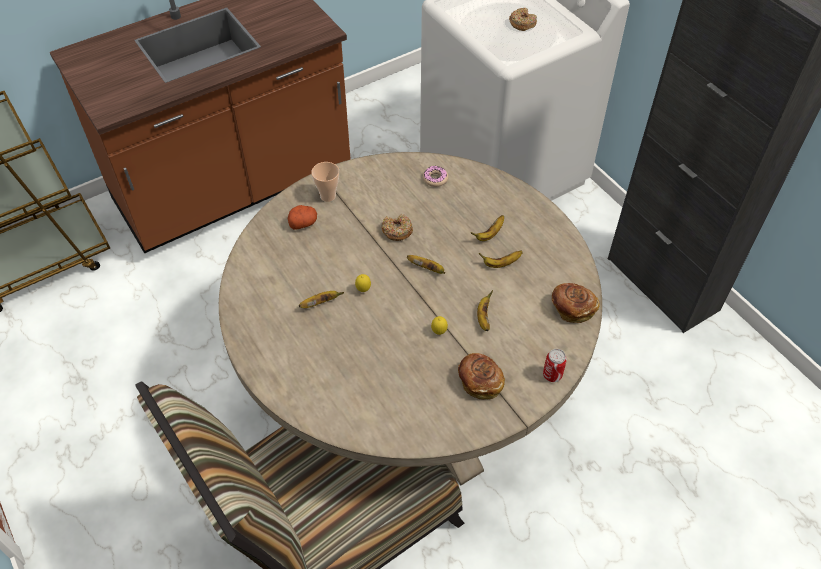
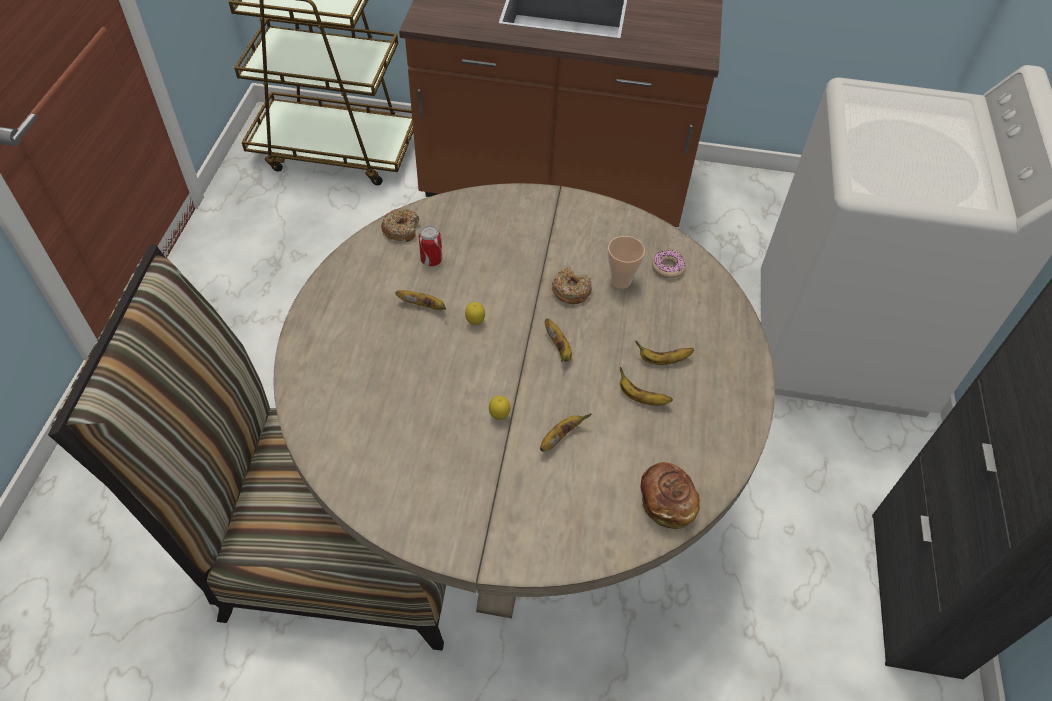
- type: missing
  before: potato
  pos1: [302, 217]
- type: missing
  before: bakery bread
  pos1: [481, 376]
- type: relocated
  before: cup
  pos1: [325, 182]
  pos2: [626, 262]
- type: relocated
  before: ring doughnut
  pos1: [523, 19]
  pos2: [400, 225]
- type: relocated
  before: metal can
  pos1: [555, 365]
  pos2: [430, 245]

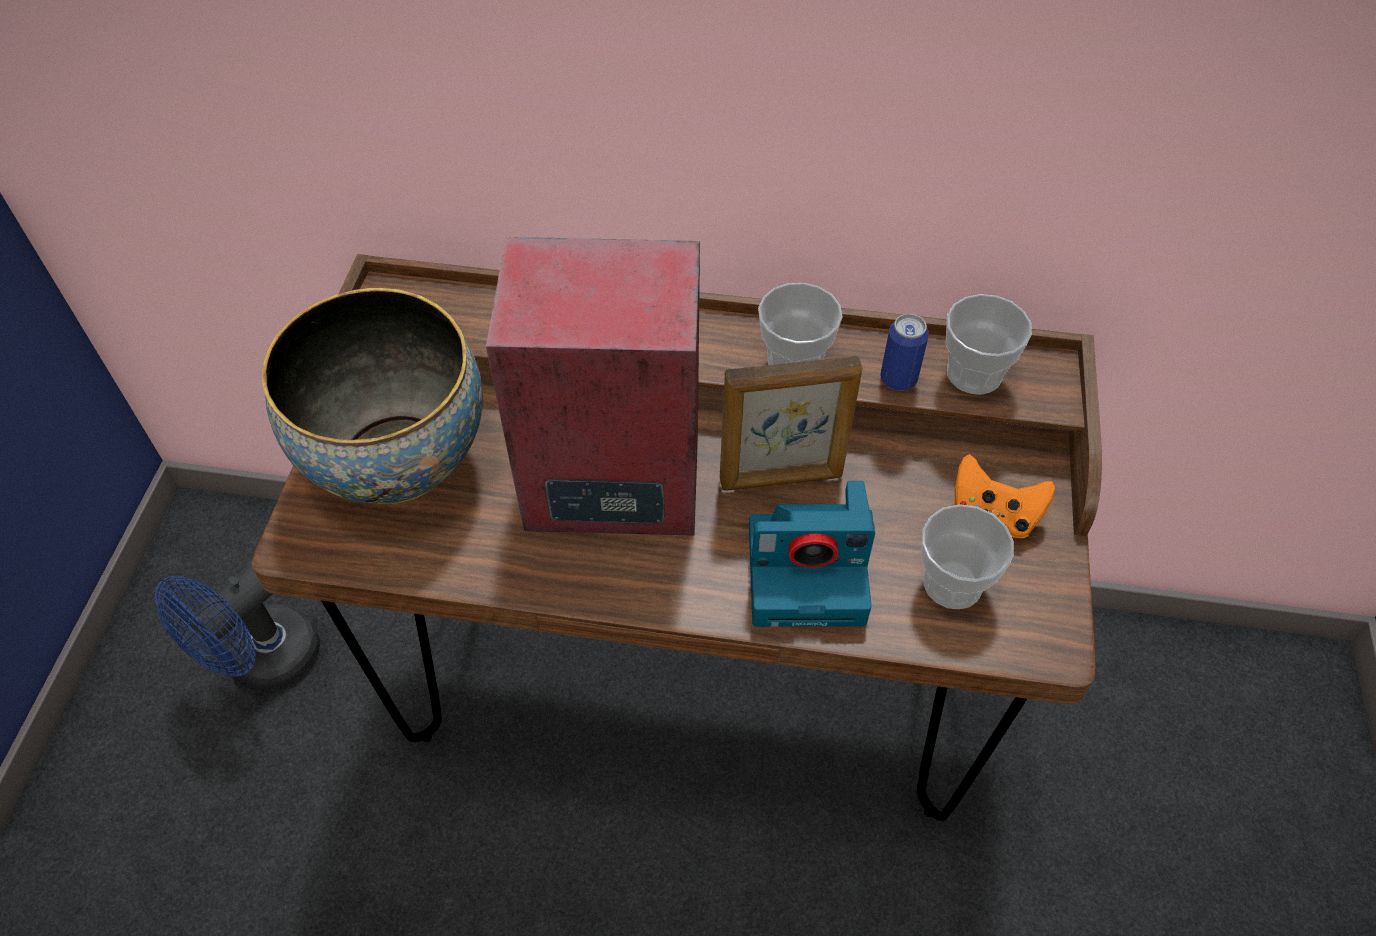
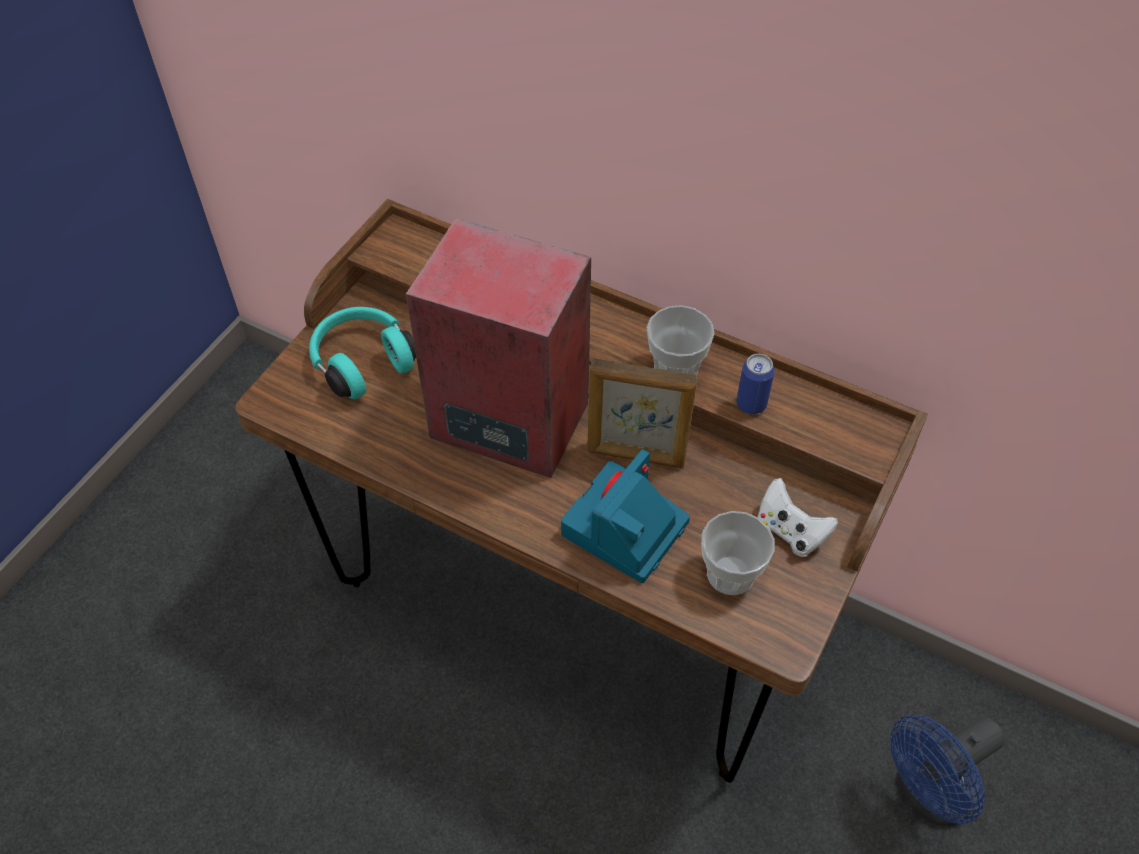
- type: missing
  before: cup
  pos1: [989, 344]
- type: relocated
  before: electric fan (blue-coloured)
  pos1: [237, 627]
  pos2: [947, 770]
- type: exchanged
  before: bowl
  after: headphones (turquoise)
  pos1: [372, 396]
  pos2: [362, 353]
- type: colour
  before: joypad (orange)
  after: joypad (white)
  pos1: [1005, 496]
  pos2: [798, 517]
- type: spun
  before: photo camera
  pos1: [812, 554]
  pos2: [625, 516]
  turn: 105

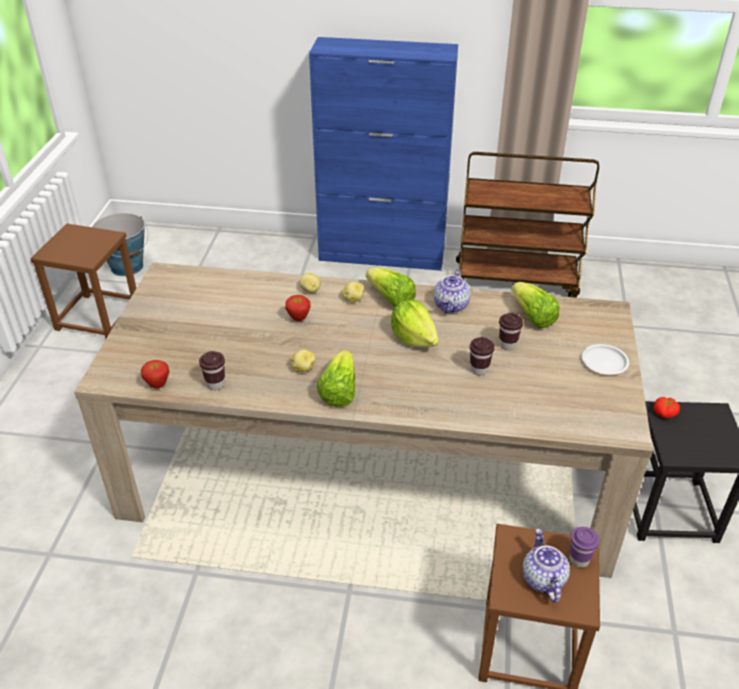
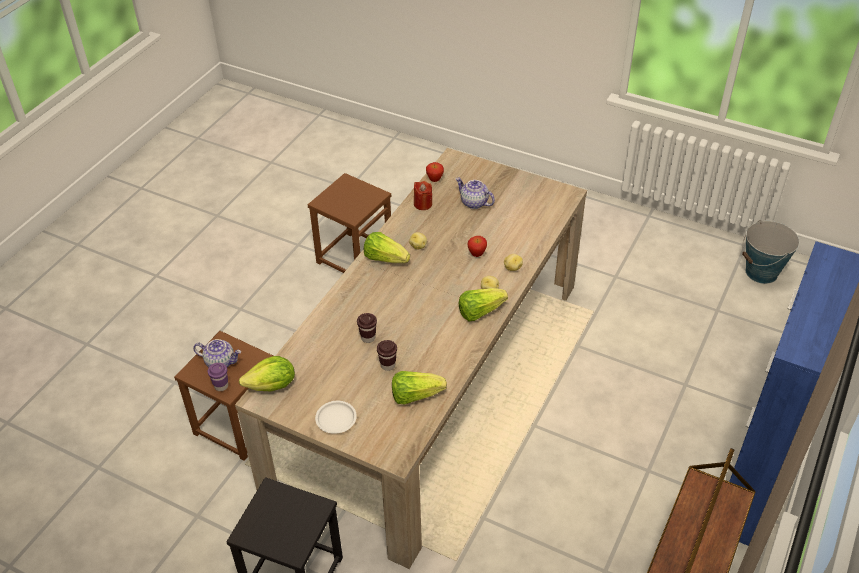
- type: missing
  before: tomato
  pos1: [667, 407]
- type: relocated
  before: stool (brown-coloured)
  pos1: [83, 280]
  pos2: [349, 223]
- type: relocated
  before: head of lettuce
  pos1: [415, 323]
  pos2: [267, 373]
- type: relocated
  before: teapot
  pos1: [452, 291]
  pos2: [475, 193]
- type: exchanged
  before: cup (brown-coloured)
  after: wax candle (red-coloured)
  pos1: [212, 370]
  pos2: [423, 195]

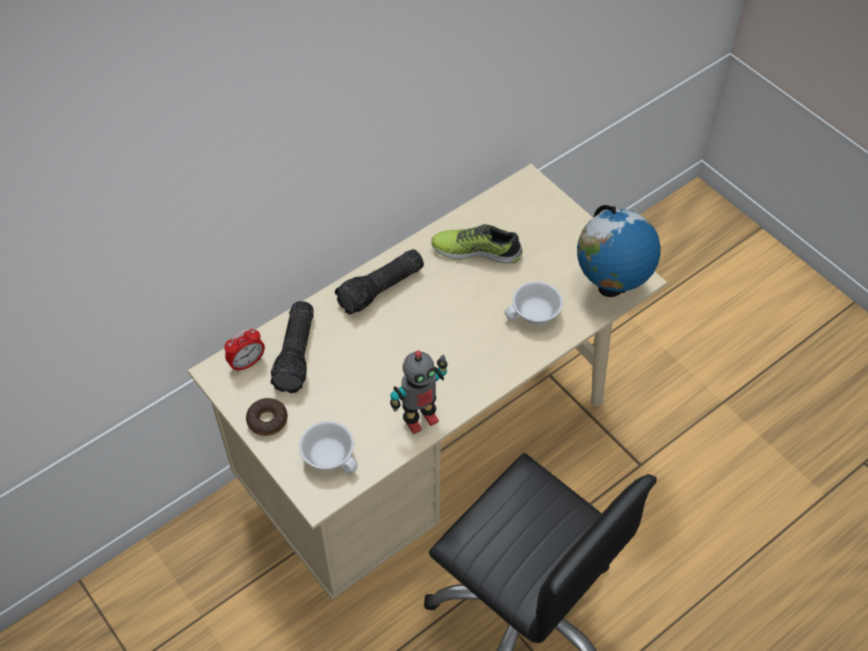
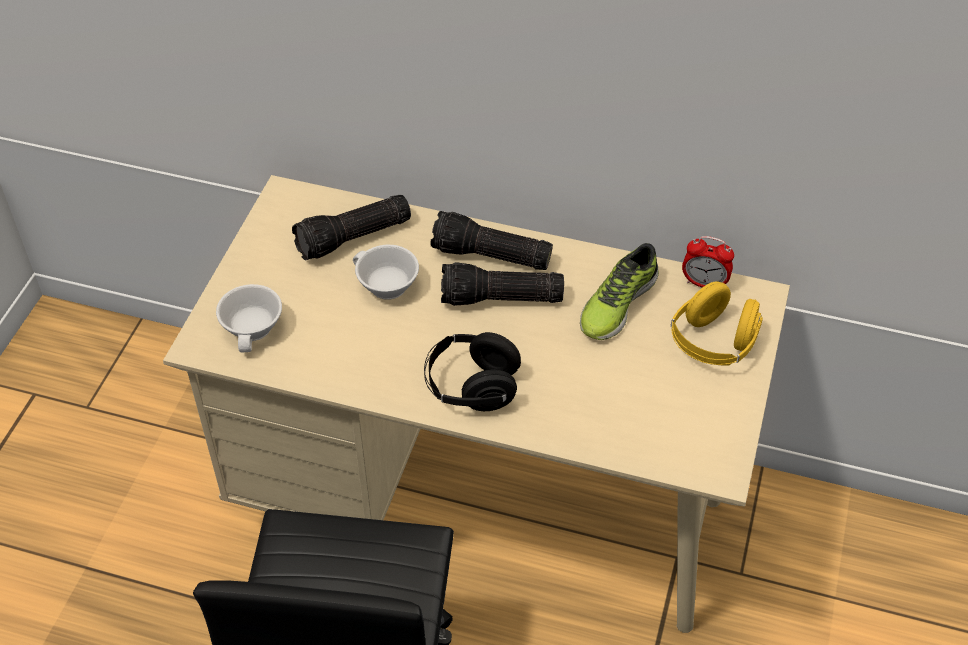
- type: missing
  before: ring doughnut
  pos1: [267, 417]
- type: missing
  before: model robot
  pos1: [419, 392]
- type: missing
  before: desk globe
  pos1: [619, 251]
- type: appeared
  after: headphones (black-coloured)
  pos2: [472, 371]
- type: appeared
  after: hand torch
  pos2: [502, 284]
- type: appeared
  after: headphones (yellowish)
  pos2: [717, 323]
- type: relocated
  before: bedside clock
  pos1: [244, 350]
  pos2: [708, 262]
- type: relocated
  before: cup (white)
  pos1: [533, 303]
  pos2: [386, 272]
- type: spun
  before: shoe
  pos1: [477, 244]
  pos2: [619, 291]
  turn: -120

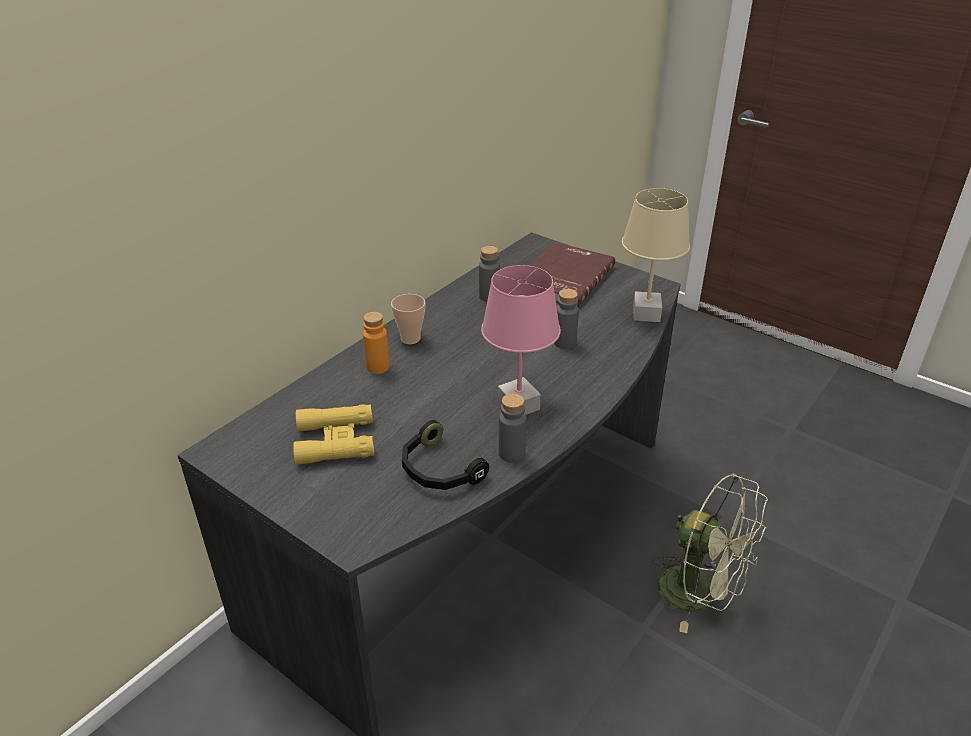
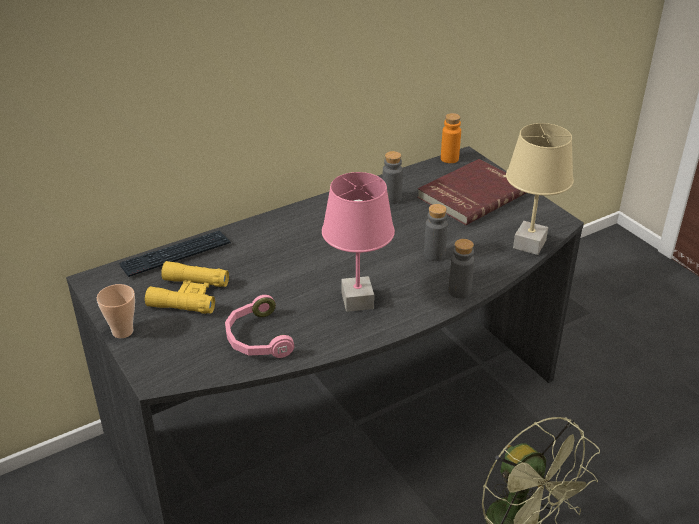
- type: appeared
  after: PC keyboard
  pos2: [175, 254]
- type: relocated
  before: beverage bottle (orange)
  pos1: [376, 343]
  pos2: [451, 138]
- type: relocated
  before: cup
  pos1: [408, 319]
  pos2: [116, 311]
- type: relocated
  before: beverage bottle (gray)
  pos1: [512, 428]
  pos2: [462, 269]
- type: colour
  before: headphones (black-coloured)
  after: headphones (pinkish)
  pos1: [445, 455]
  pos2: [259, 326]

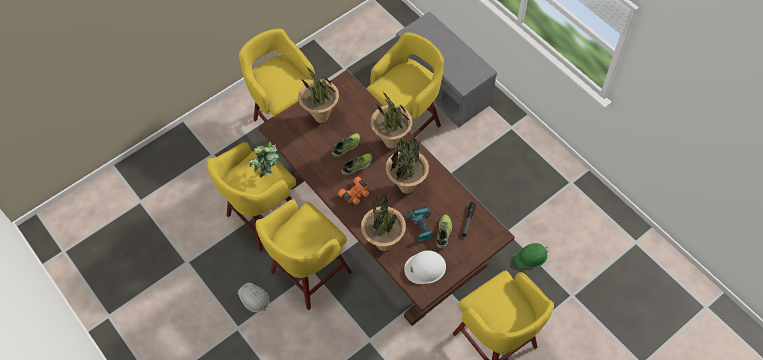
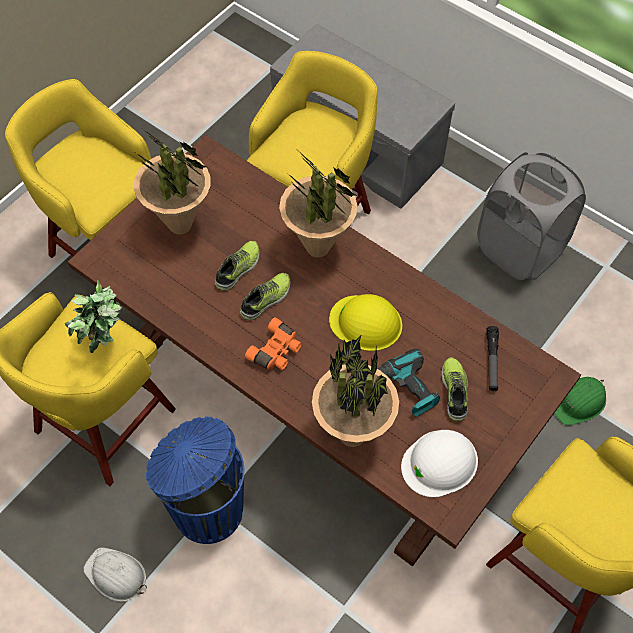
- type: appeared
  after: washing basket (gray)
  pos2: [531, 216]
- type: exchanged
  before: stool (yellowish)
  after: rubbish bin (blue-coloured)
  pos1: [304, 254]
  pos2: [195, 480]
- type: exchanged
  before: plant in a pot
  after: work helmet (yellowish)
  pos1: [407, 165]
  pos2: [365, 322]

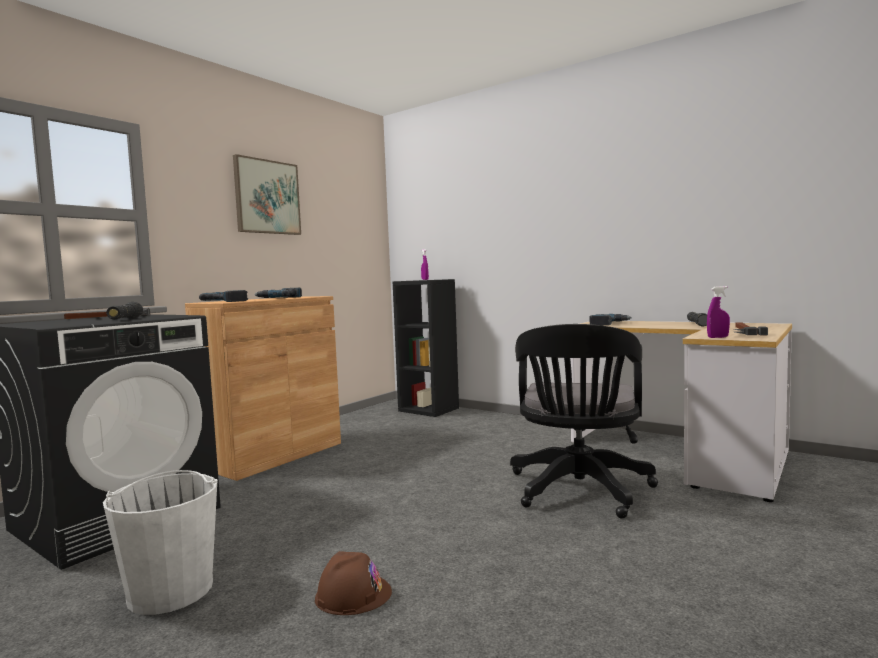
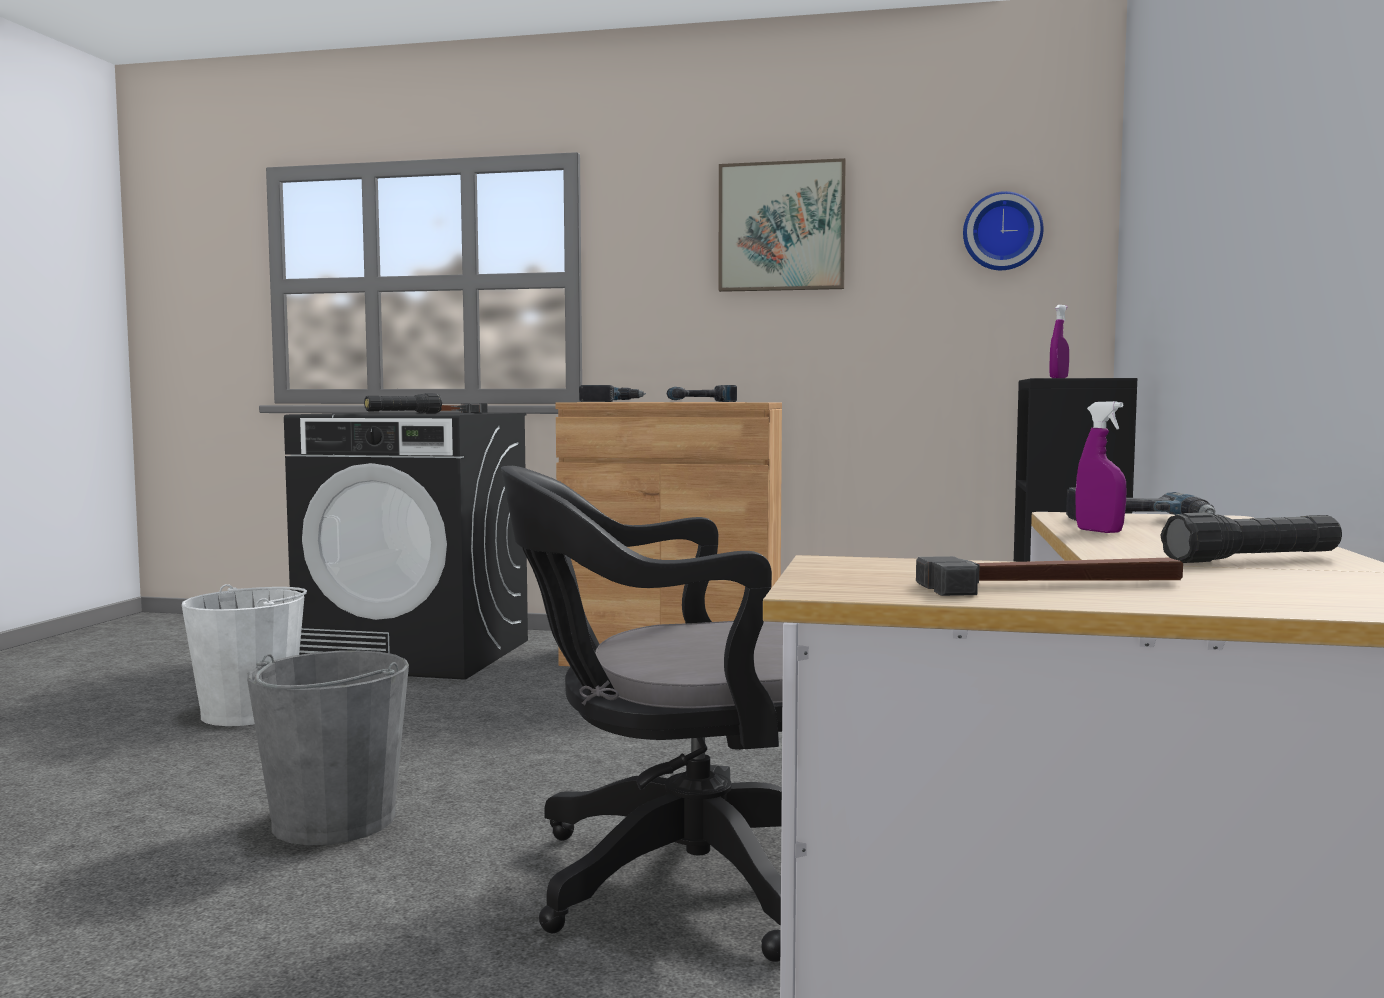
- type: missing
  before: work helmet (brown-coloured)
  pos1: [353, 583]
- type: appeared
  after: water bucket (gray)
  pos2: [328, 747]
- type: appeared
  after: hanging clock
  pos2: [1003, 230]
- type: relocated
  before: sprayer (purplish)
  pos1: [718, 312]
  pos2: [1100, 467]

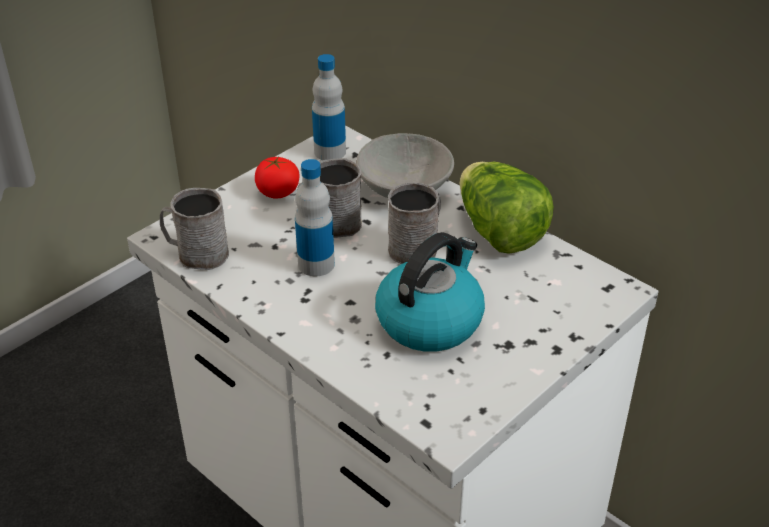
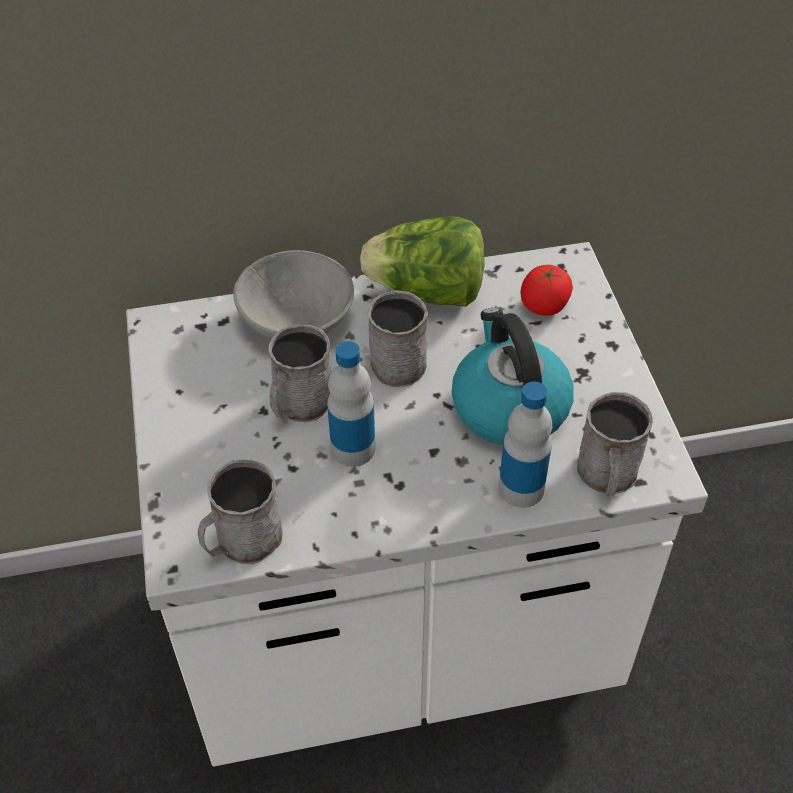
- type: appeared
  after: coffee mug (gray)
  pos2: [615, 444]
- type: relocated
  before: tomato
  pos1: [277, 177]
  pos2: [547, 290]
- type: relocated
  before: beverage bottle
  pos1: [329, 107]
  pos2: [525, 444]

